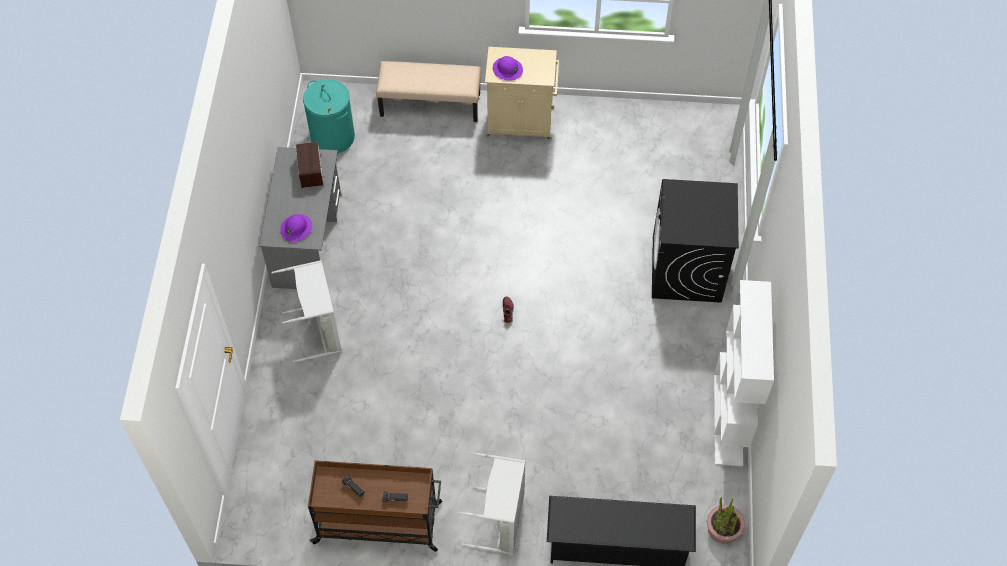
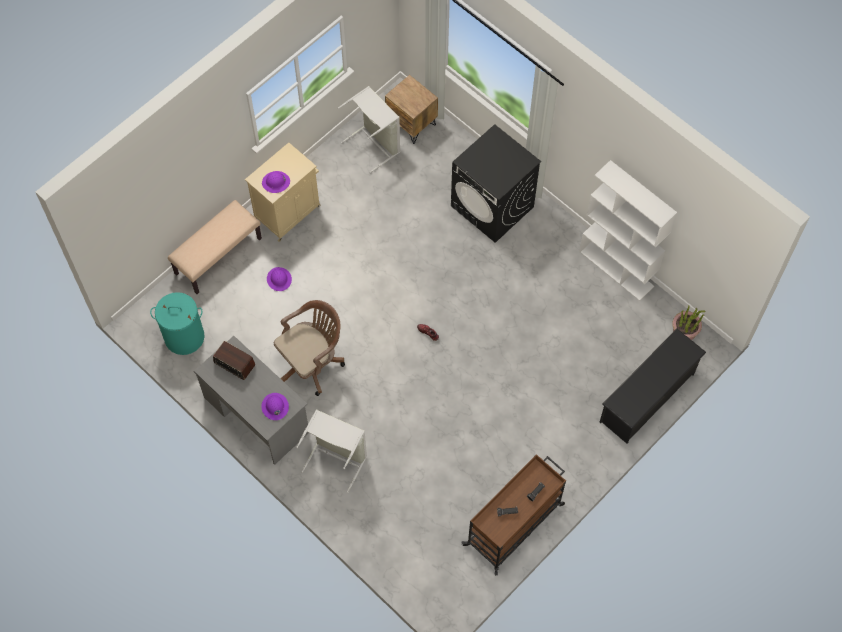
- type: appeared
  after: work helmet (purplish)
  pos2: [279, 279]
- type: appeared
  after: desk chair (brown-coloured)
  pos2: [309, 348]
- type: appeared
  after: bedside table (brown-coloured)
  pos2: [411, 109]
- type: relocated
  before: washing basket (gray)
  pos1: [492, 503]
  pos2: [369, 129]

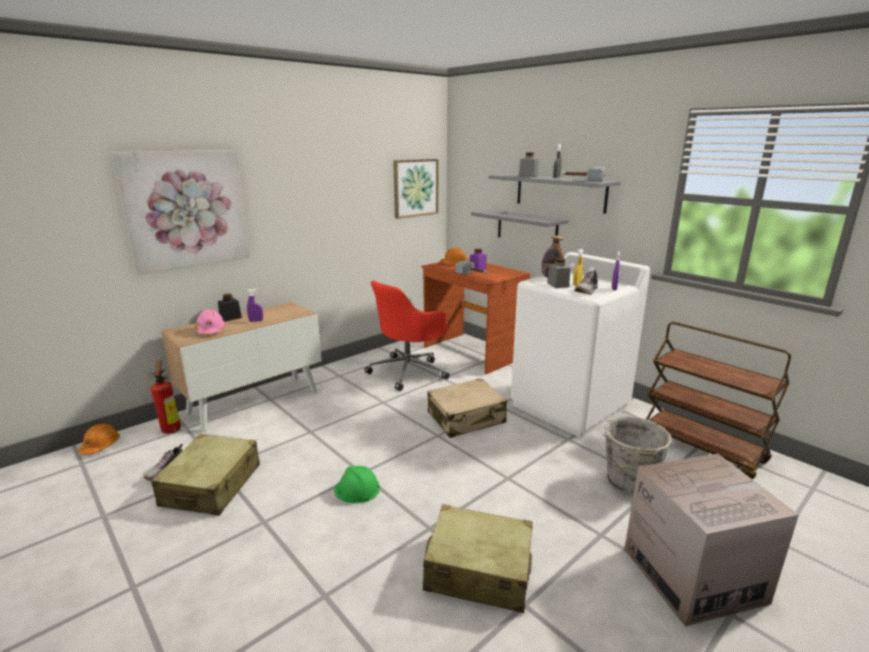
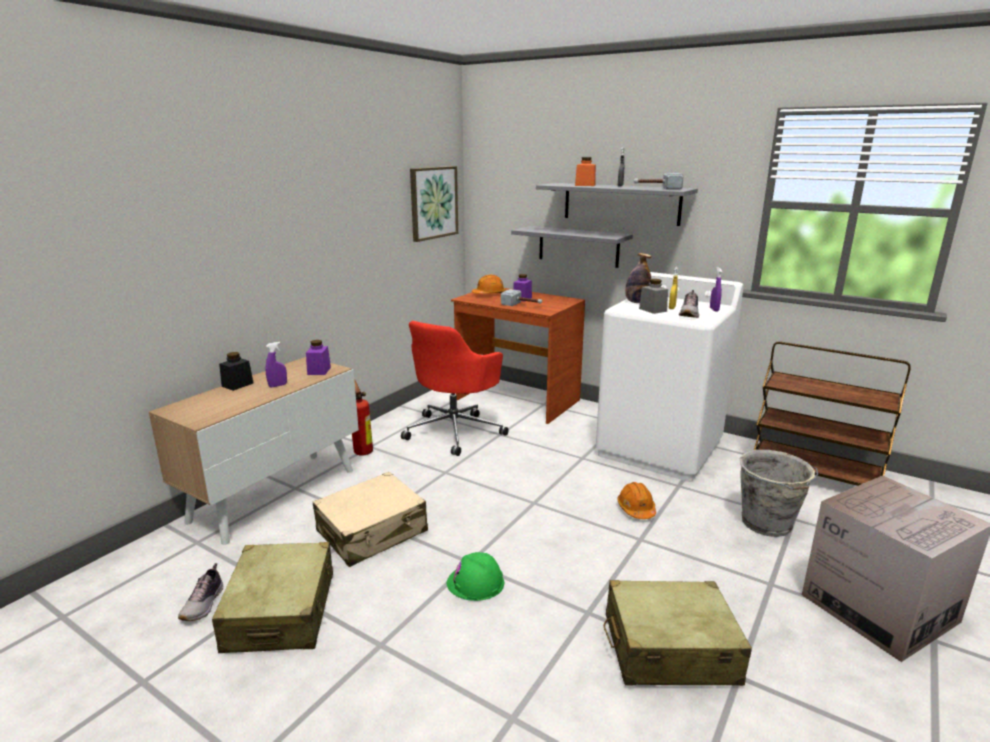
- type: missing
  before: wall picture
  pos1: [180, 212]
- type: missing
  before: work helmet (pinkish)
  pos1: [210, 321]
- type: appeared
  after: jar (purplish)
  pos2: [318, 357]
- type: relocated
  before: work helmet (orange)
  pos1: [99, 439]
  pos2: [636, 500]
- type: relocated
  before: fire-fighting cylinder
  pos1: [165, 397]
  pos2: [362, 417]
- type: relocated
  before: travel case (beige-coloured)
  pos1: [467, 408]
  pos2: [370, 519]
- type: colour
  before: jar (gray)
  after: jar (orange)
  pos1: [528, 164]
  pos2: [585, 171]

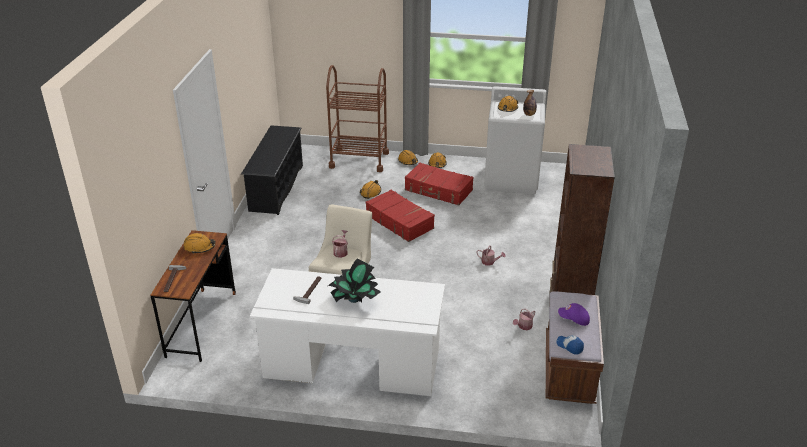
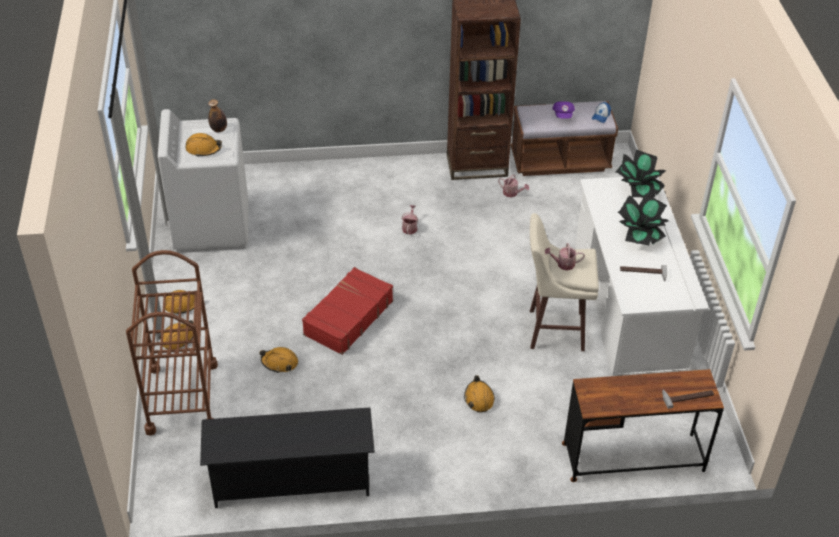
- type: missing
  before: travel case (red-coloured)
  pos1: [439, 184]
- type: appeared
  after: plant in a pot
  pos2: [641, 173]
- type: relocated
  before: work helmet (orange)
  pos1: [200, 243]
  pos2: [479, 393]

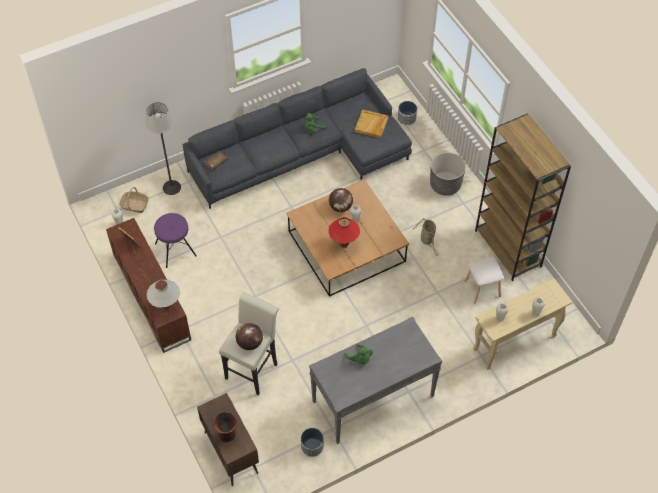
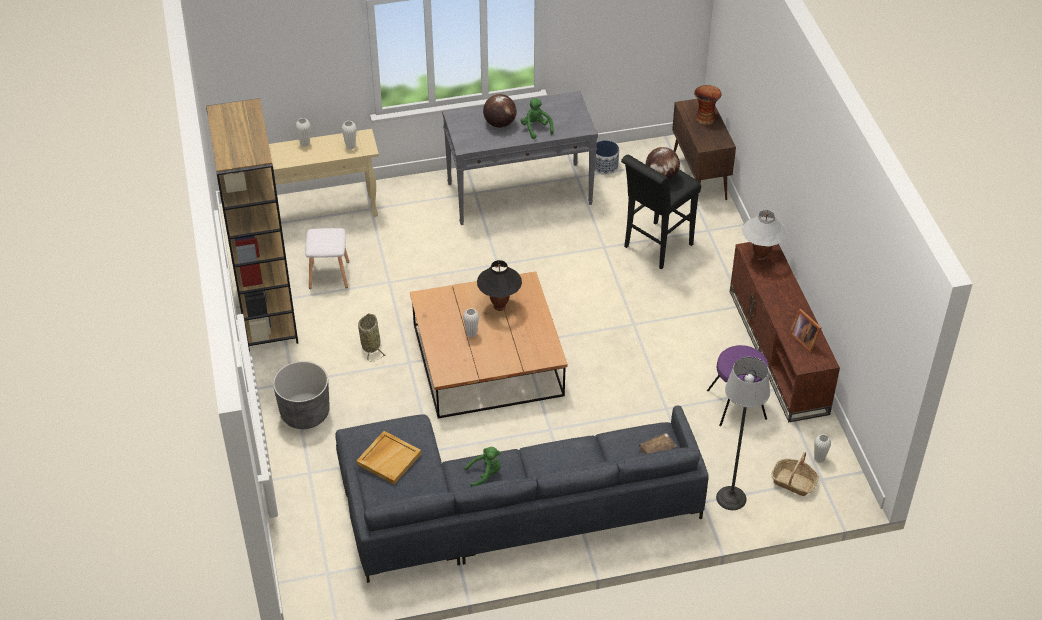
- type: missing
  before: plant pot
  pos1: [407, 113]
- type: relocated
  before: desk globe
  pos1: [341, 200]
  pos2: [500, 111]
- type: colour
  before: stool (white)
  after: stool (black-coloured)
  pos1: [249, 343]
  pos2: [661, 212]
- type: colour
  before: lamp for a table (red-coloured)
  after: lamp for a table (black-coloured)
  pos1: [344, 232]
  pos2: [499, 285]

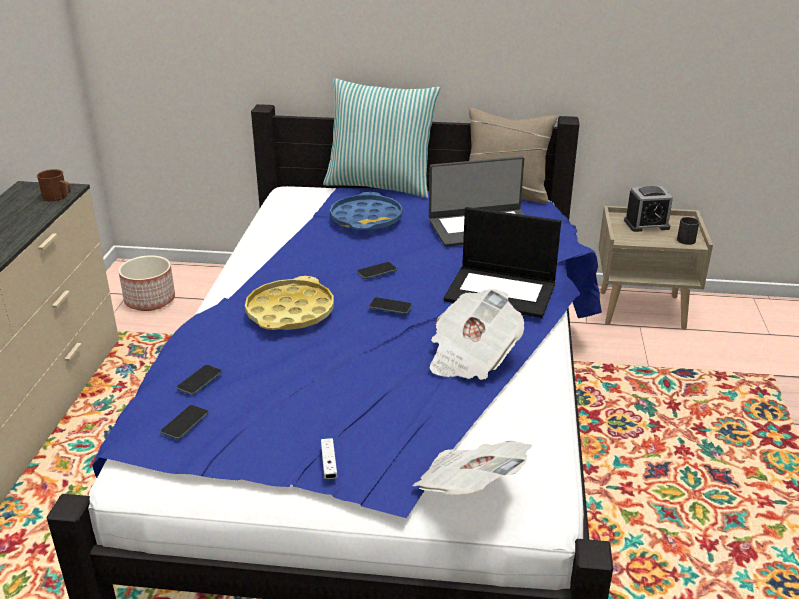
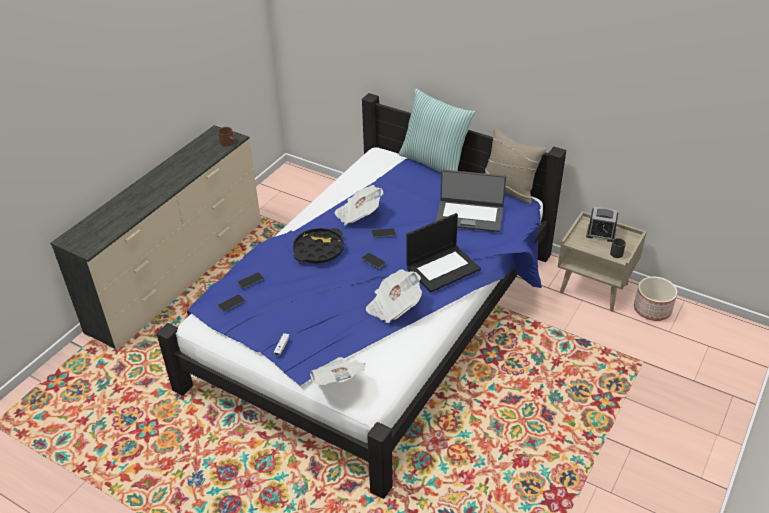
- type: missing
  before: carrying tray (blue-coloured)
  pos1: [366, 211]
- type: appeared
  after: daily paper
  pos2: [359, 205]
- type: relocated
  before: plant pot
  pos1: [146, 283]
  pos2: [656, 299]
- type: colour
  before: carrying tray (yellowish)
  after: carrying tray (black-coloured)
  pos1: [289, 303]
  pos2: [318, 246]
- type: spun
  before: laptop
  pos1: [502, 262]
  pos2: [443, 252]
  turn: -75

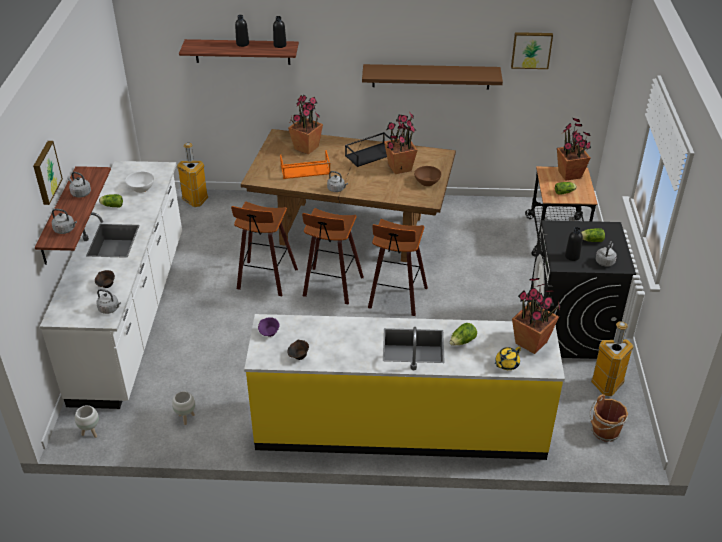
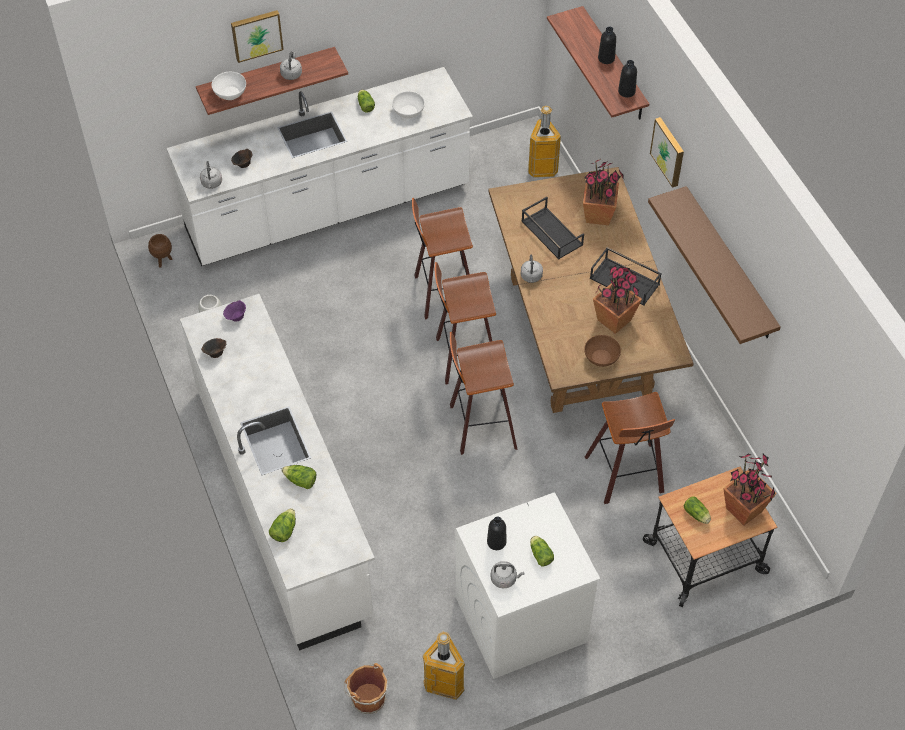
- type: missing
  before: plant in a pot
  pos1: [536, 316]
- type: appeared
  after: stool
  pos2: [630, 448]
- type: relocated
  before: wall picture
  pos1: [532, 50]
  pos2: [667, 152]
- type: exchanged
  before: kettle (gray)
  after: bowl (white)
  pos1: [64, 221]
  pos2: [229, 86]
- type: exchanged
  before: teapot (yellowish)
  after: head of lettuce
  pos1: [508, 358]
  pos2: [282, 525]
- type: colour
  before: plant pot (white)
  after: plant pot (brown-coloured)
  pos1: [87, 421]
  pos2: [160, 251]
- type: colour
  before: kitchen base unit (yellowish)
  after: kitchen base unit (white)
  pos1: [404, 387]
  pos2: [277, 472]
- type: colour
  before: carrying tray (orange)
  after: carrying tray (black-coloured)
  pos1: [305, 164]
  pos2: [552, 228]
- type: colour
  before: laundry appliance (black-coloured)
  after: laundry appliance (white)
  pos1: [582, 289]
  pos2: [527, 585]

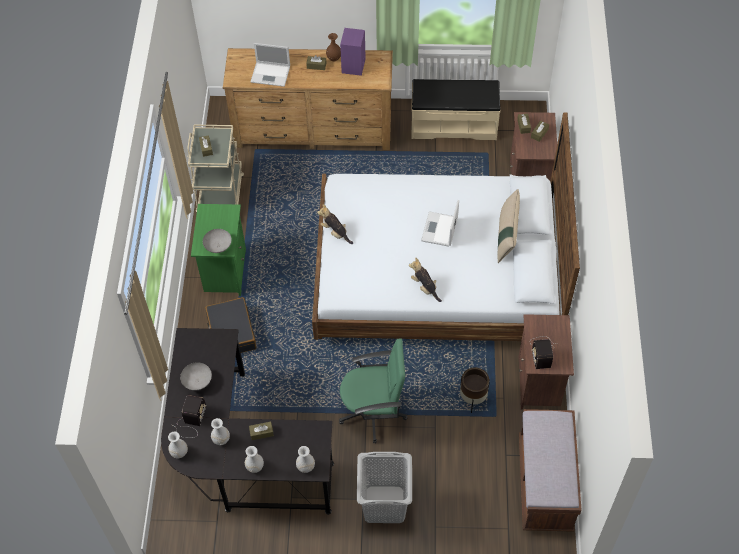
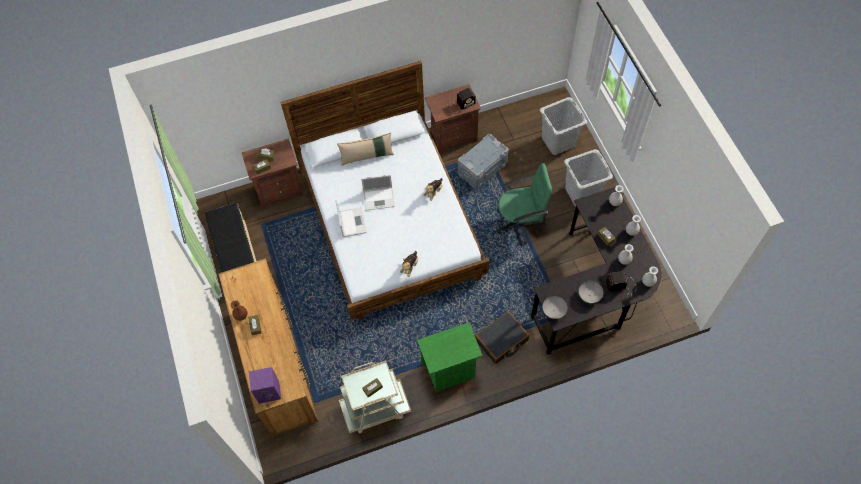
- type: missing
  before: bench (brown-coloured)
  pos1: [550, 470]
- type: appeared
  after: washing basket (gray)
  pos2: [563, 126]
- type: relocated
  before: bowl (gray)
  pos1: [217, 241]
  pos2: [555, 307]
- type: relocated
  before: laptop
  pos1: [270, 65]
  pos2: [351, 218]
- type: relocated
  before: audio speaker (purplish)
  pos1: [353, 52]
  pos2: [265, 385]
- type: exchanged
  before: plant pot (brown-coloured)
  after: storage bin (gray)
  pos1: [475, 390]
  pos2: [483, 161]
- type: spun
  before: desk chair (greenish)
  pos1: [373, 391]
  pos2: [524, 203]
  turn: 105

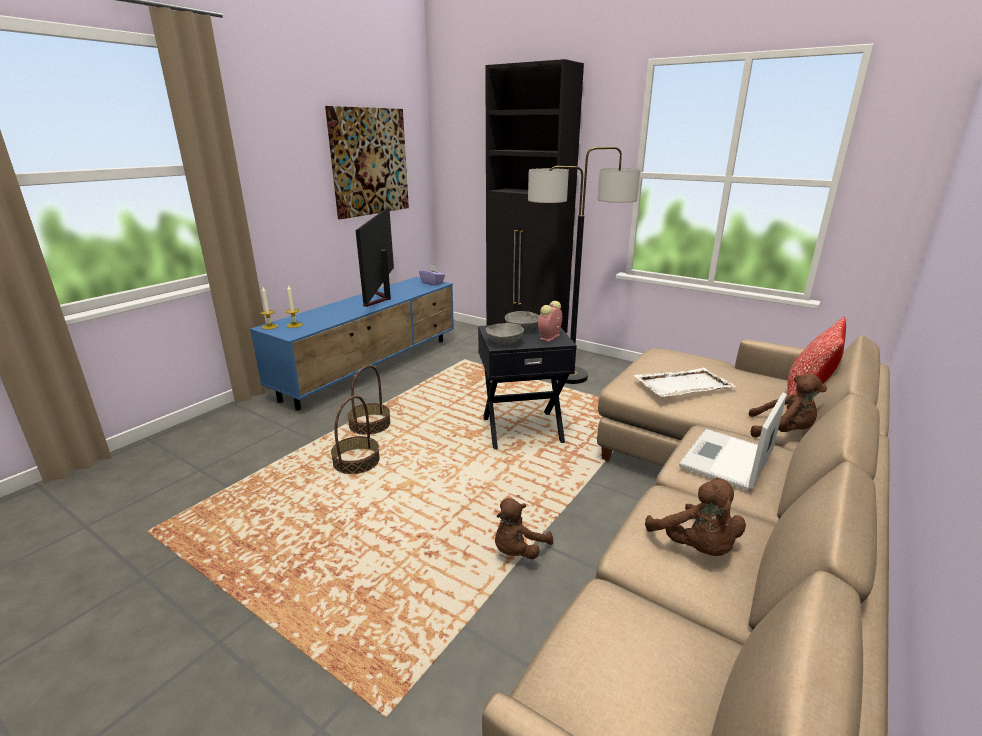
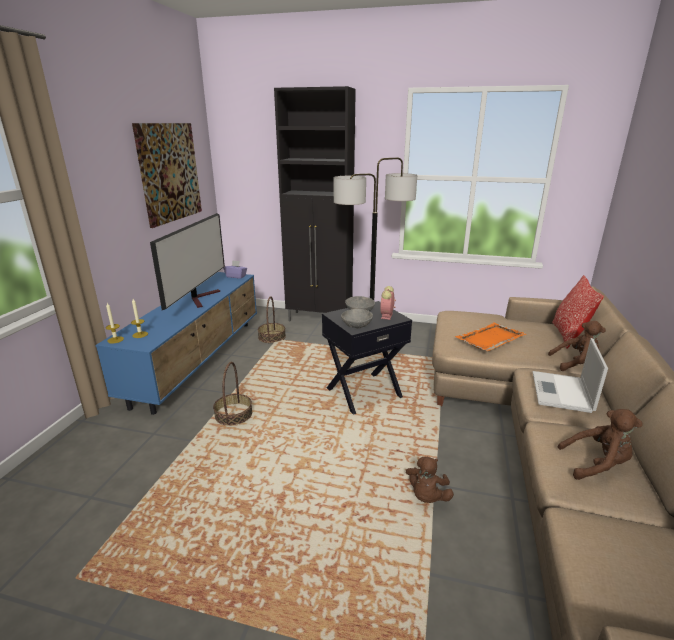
- type: relocated
  before: basket
  pos1: [355, 434]
  pos2: [272, 319]
- type: colour
  before: carrying tray (white)
  after: carrying tray (orange)
  pos1: [684, 382]
  pos2: [490, 337]
- type: spun
  before: TV set
  pos1: [374, 257]
  pos2: [187, 261]
  turn: -150
- type: spun
  before: cuddly toy (brown-coloured)
  pos1: [695, 517]
  pos2: [600, 444]
  turn: -45

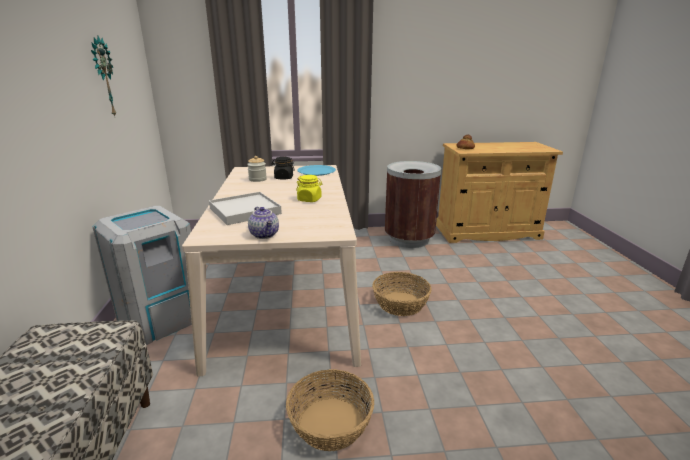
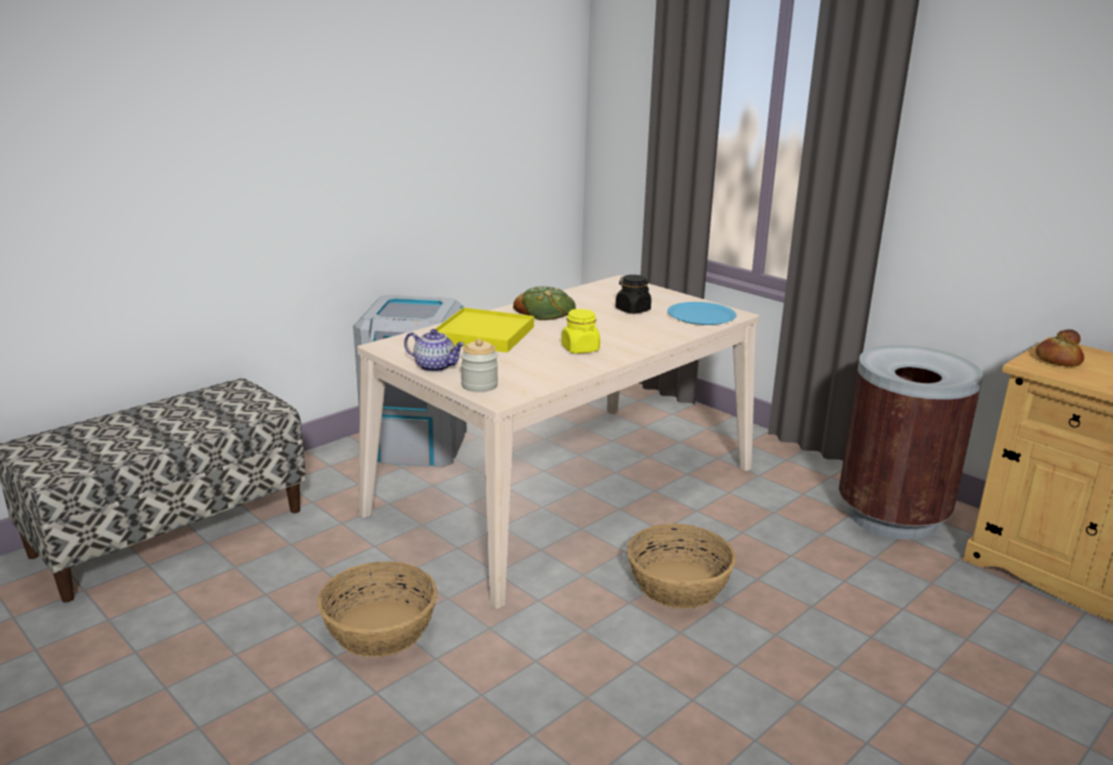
- type: missing
  before: hanging clock
  pos1: [103, 76]
- type: appeared
  after: bakery bread
  pos2: [544, 303]
- type: relocated
  before: jar
  pos1: [257, 169]
  pos2: [479, 365]
- type: colour
  before: carrying tray (white)
  after: carrying tray (yellowish)
  pos1: [245, 208]
  pos2: [484, 330]
- type: spun
  before: teapot
  pos1: [263, 223]
  pos2: [434, 350]
  turn: -90

